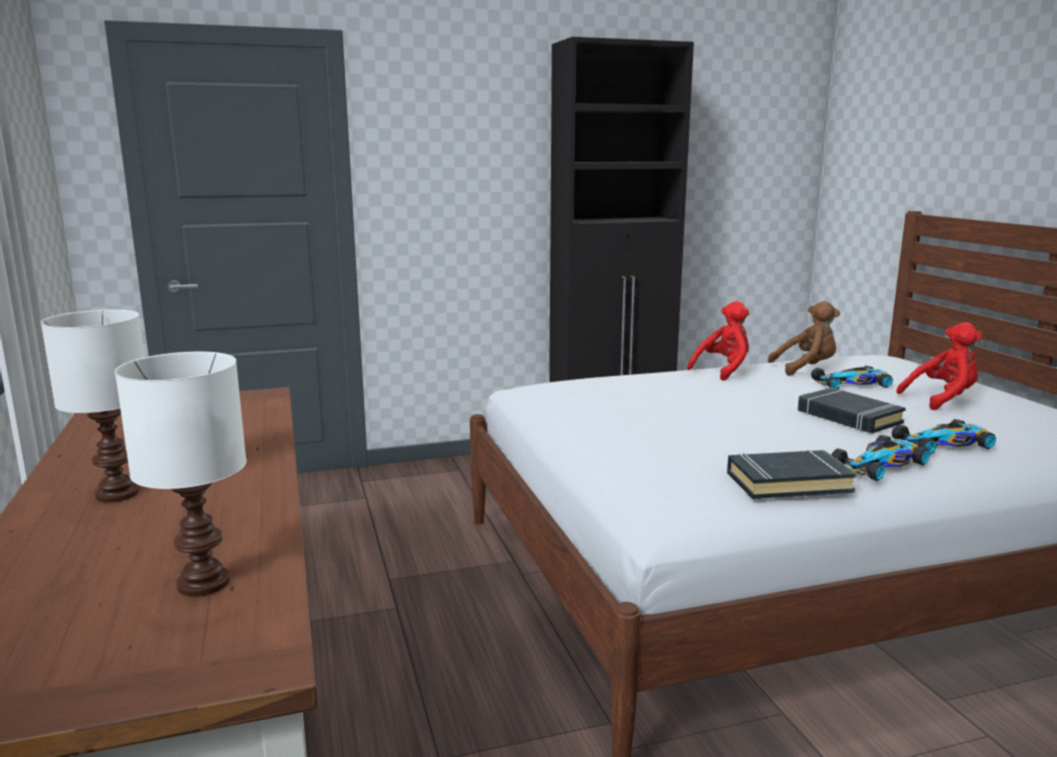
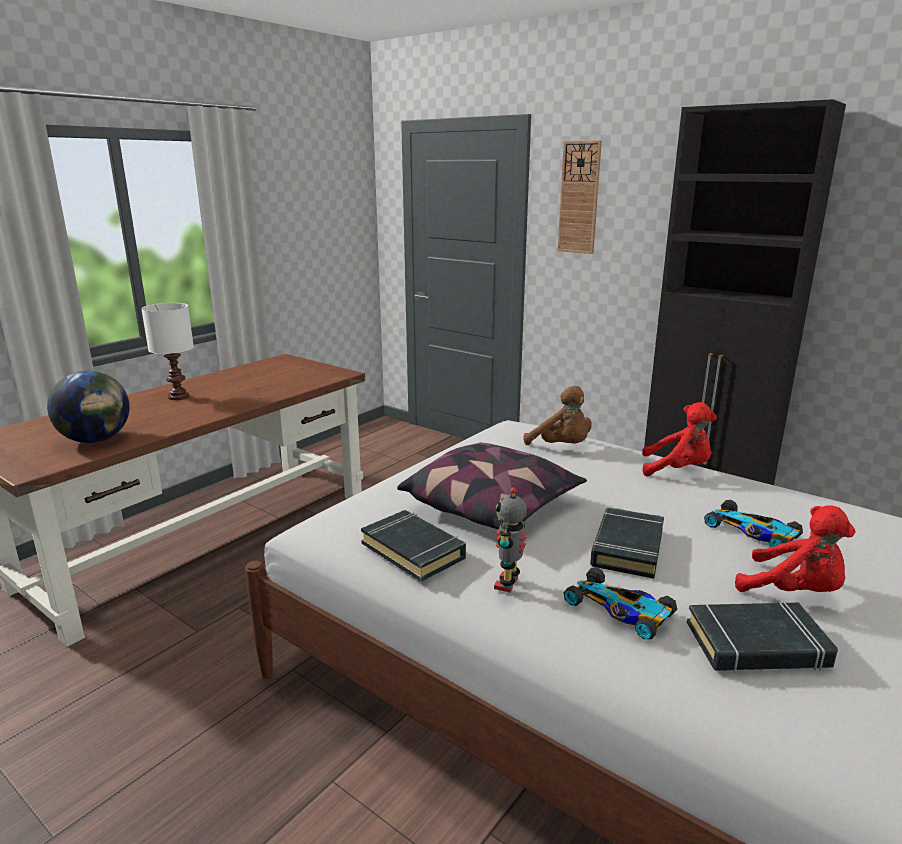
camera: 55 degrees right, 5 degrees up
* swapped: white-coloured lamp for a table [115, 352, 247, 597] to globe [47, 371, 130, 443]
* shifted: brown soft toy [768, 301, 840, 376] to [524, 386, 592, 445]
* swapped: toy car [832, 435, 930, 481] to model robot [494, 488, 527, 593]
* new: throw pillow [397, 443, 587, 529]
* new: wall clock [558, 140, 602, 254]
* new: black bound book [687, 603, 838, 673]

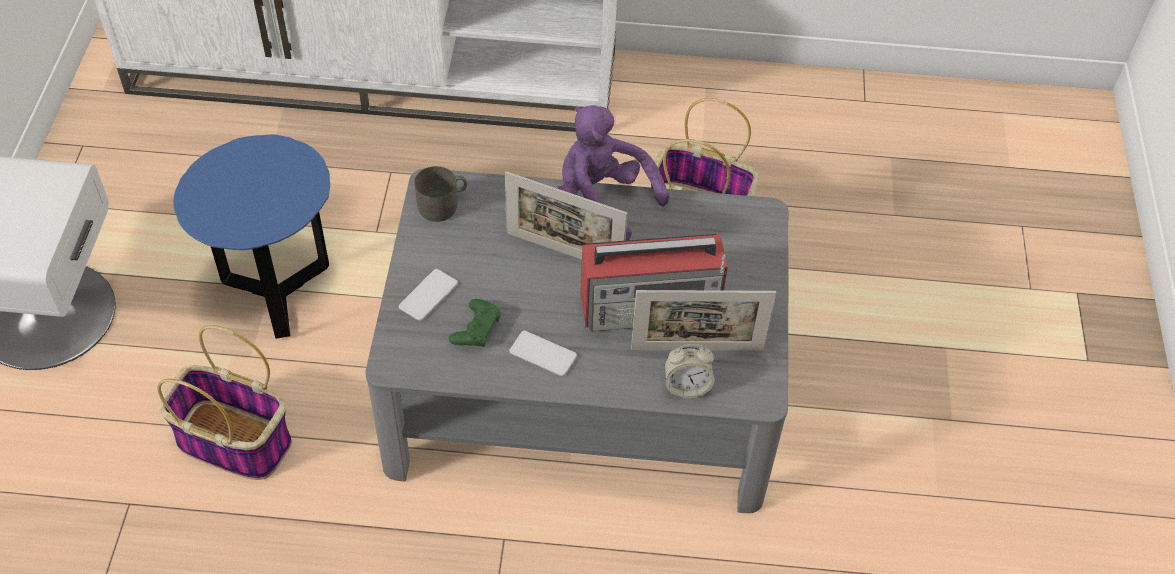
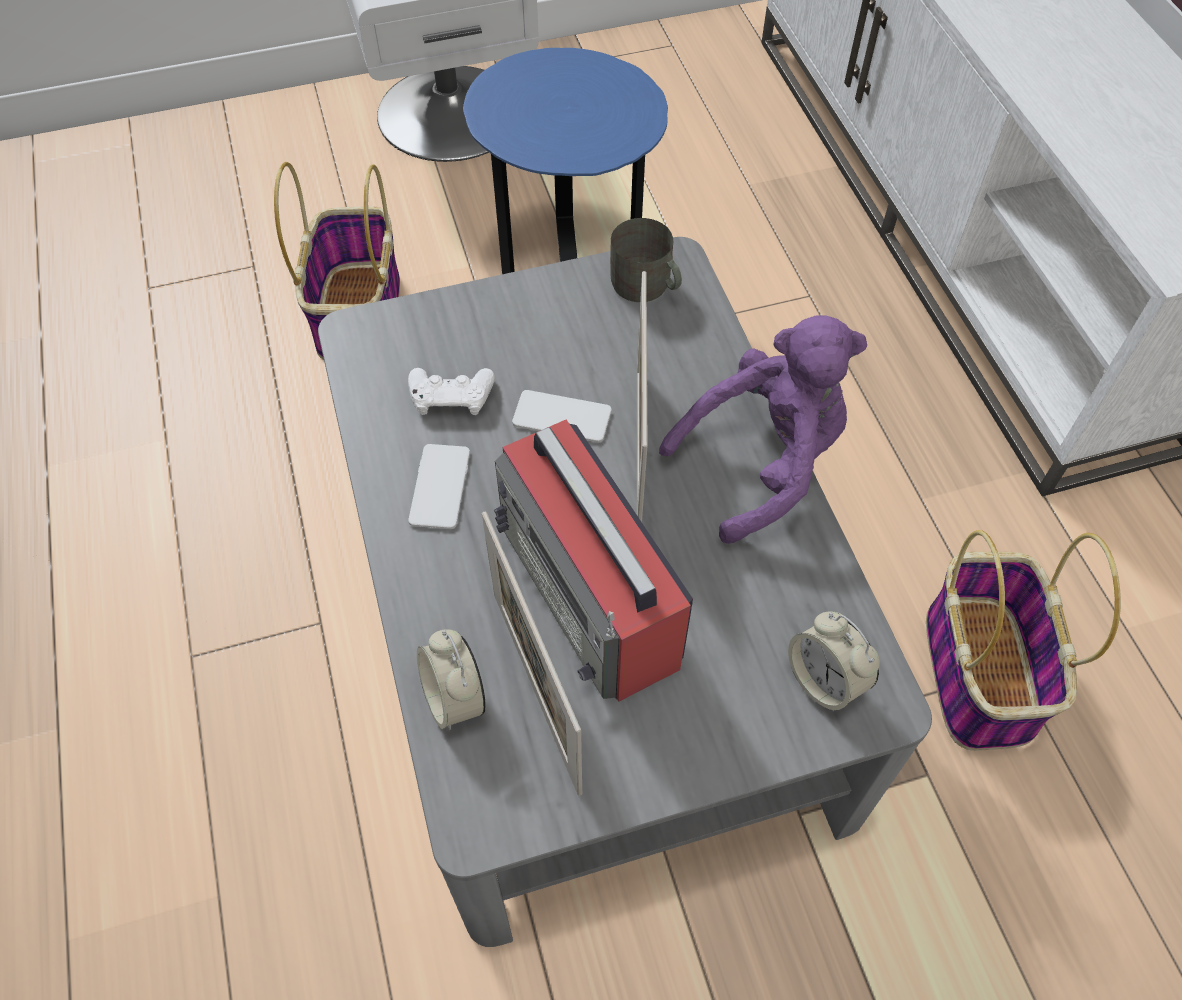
camera: 70 degrees right, 5 degrees up
* shifted: handset [399, 269, 458, 321] to [512, 390, 612, 443]
* repainted: green-coloured gamepad [449, 299, 501, 347] to white-coloured gamepad [408, 368, 495, 415]
* rotated: purplish soft toy [557, 105, 670, 241] = [659, 315, 867, 544] 45 degrees clockwise
* new: alarm clock [788, 611, 880, 711]

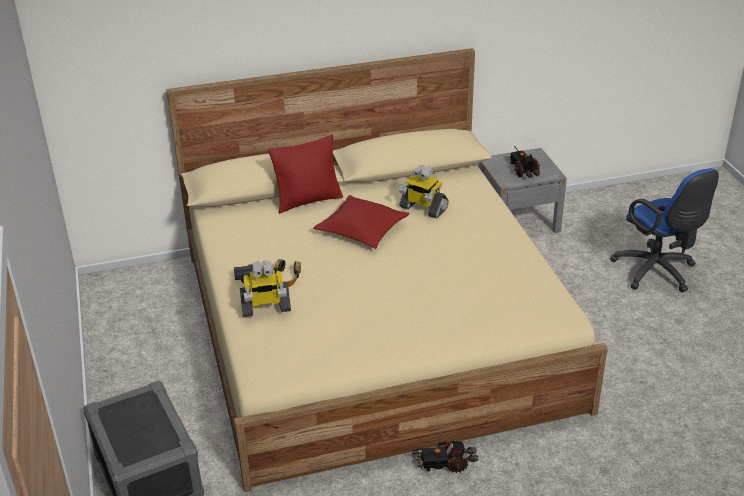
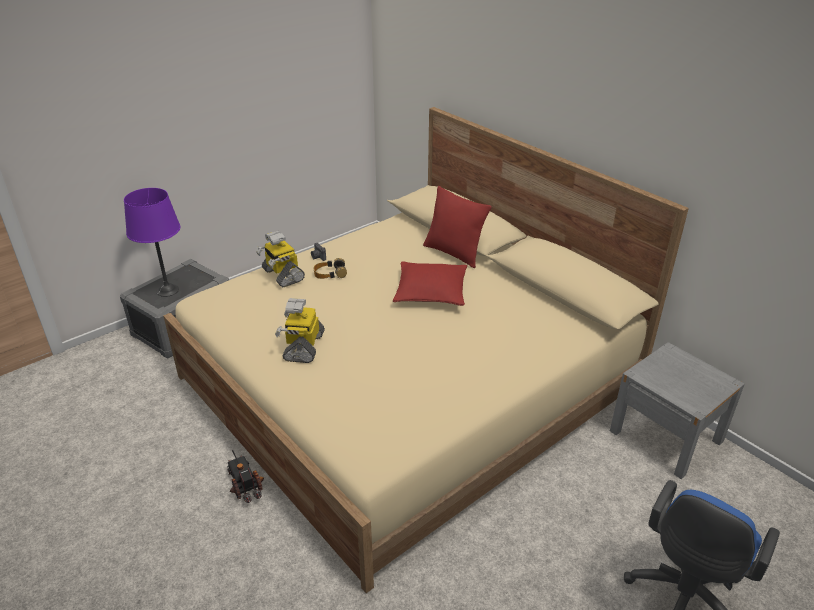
camera: 65 degrees right, 0 degrees up
* shifted: model robot [399, 165, 449, 219] to [275, 298, 325, 363]
* gone: toy truck [509, 146, 540, 178]
* new: purplish lamp for a table [124, 188, 180, 297]

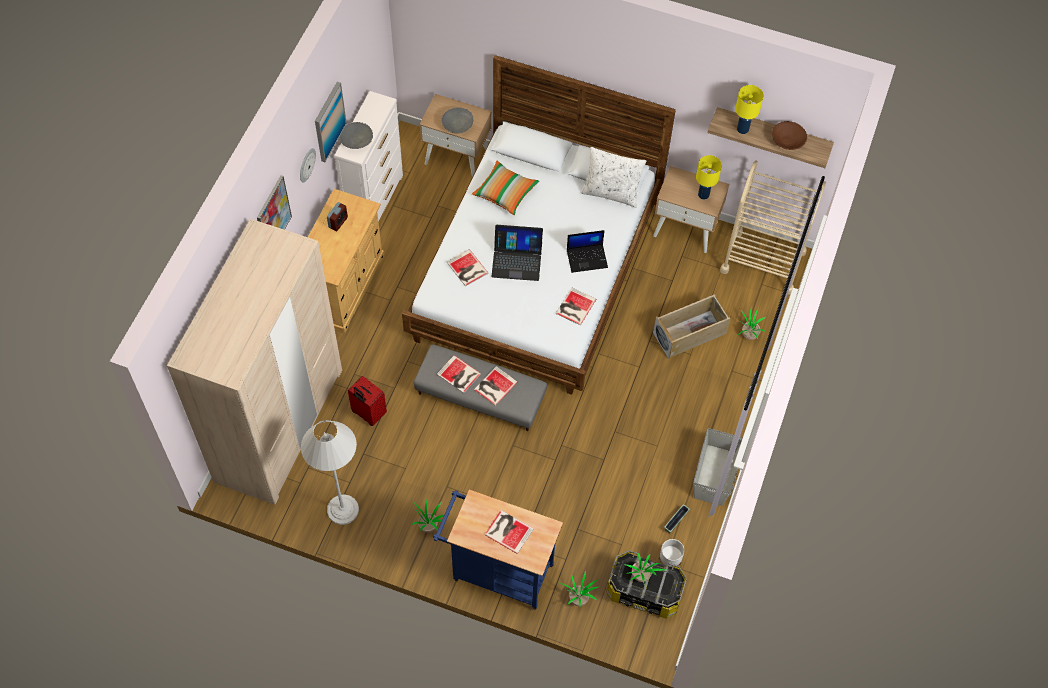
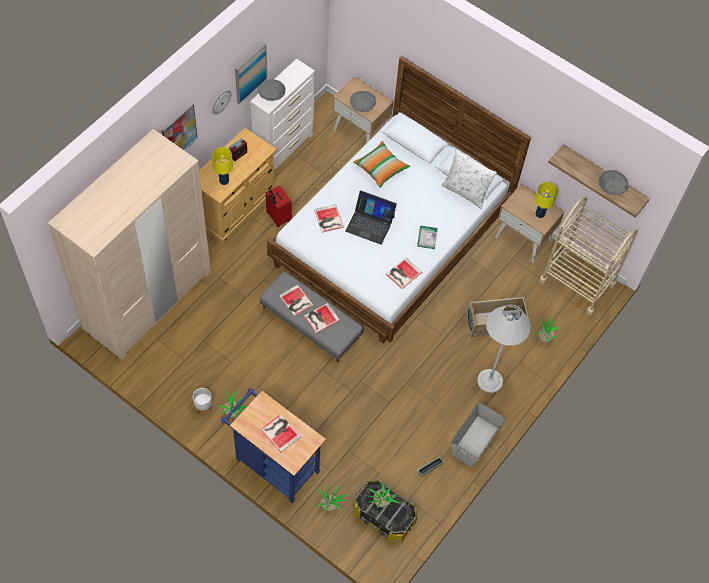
camera: 15 degrees right, 0 degrees up
* shifted: white-coloured standing lamp [301, 420, 359, 525] to [477, 304, 531, 393]
* shifted: red-coloured suitcase [348, 376, 387, 426] to [266, 186, 292, 227]
* swapped: portable computer [567, 230, 608, 273] to bound book [417, 226, 438, 249]
* shifted: white-coloured plant pot [659, 539, 684, 567] to [193, 388, 212, 414]
* shifted: yellowish lamp for a table [735, 85, 764, 134] to [212, 147, 233, 185]
* repainted: brown deep dish [772, 121, 807, 150] to greyish deep dish [599, 170, 628, 195]

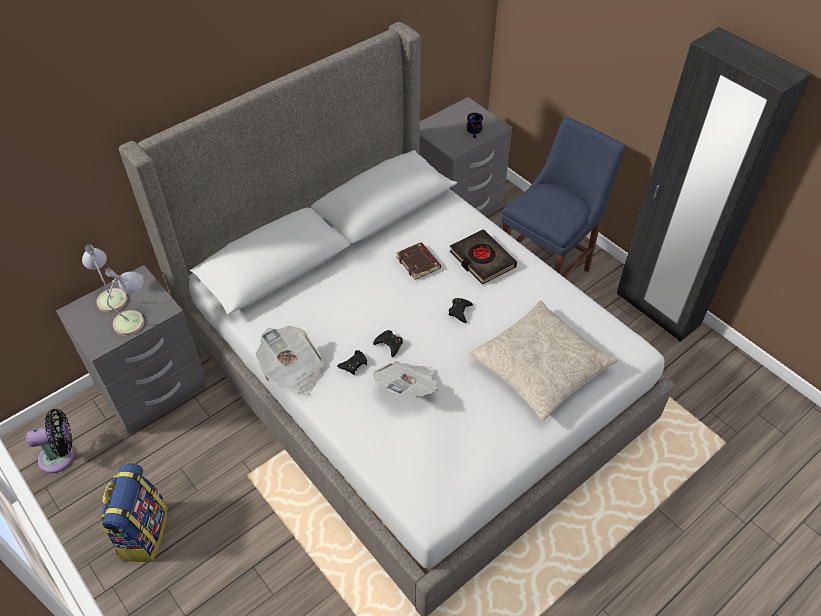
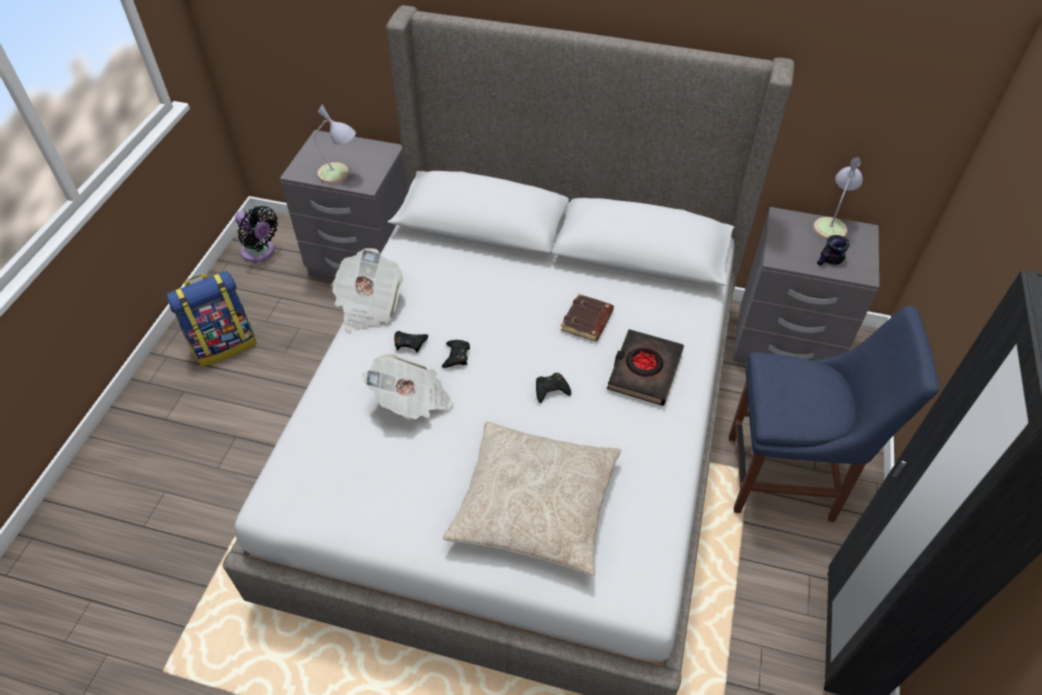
camera: 55 degrees right, 0 degrees up
* shifted: lamp for a table [82, 244, 128, 313] to [813, 158, 863, 241]

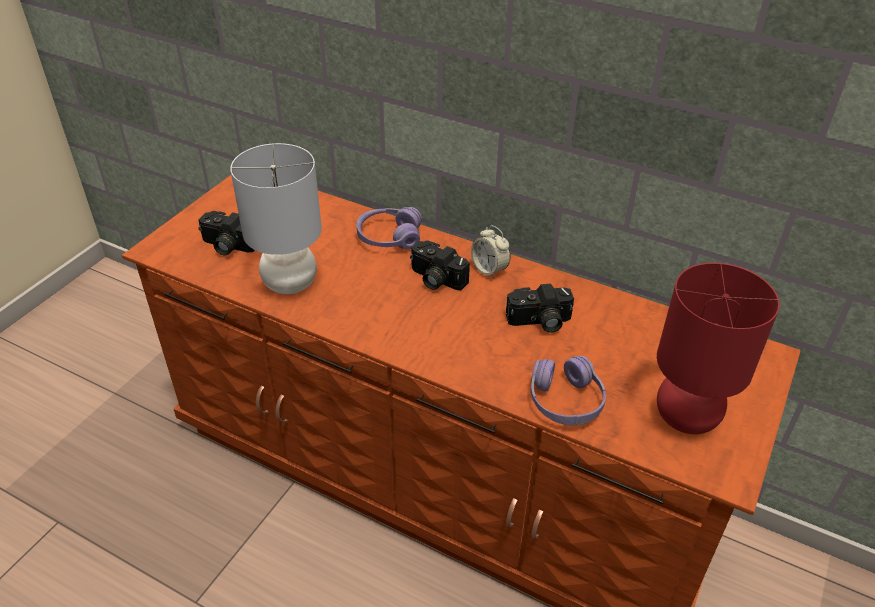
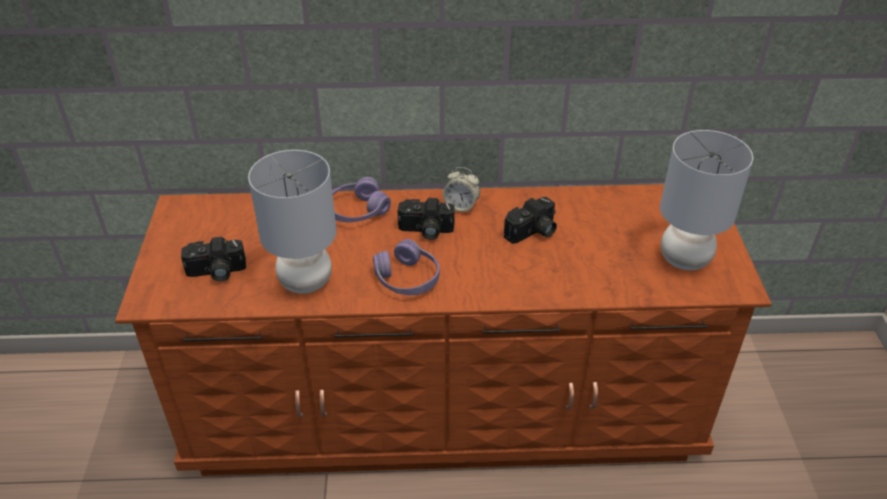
camera: 30 degrees left, 0 degrees up
* shifted: purplish headset [531, 356, 606, 426] to [373, 239, 440, 295]
* repainted: red-coloured lamp for a table [657, 263, 780, 434] to greyish lamp for a table [660, 130, 753, 270]

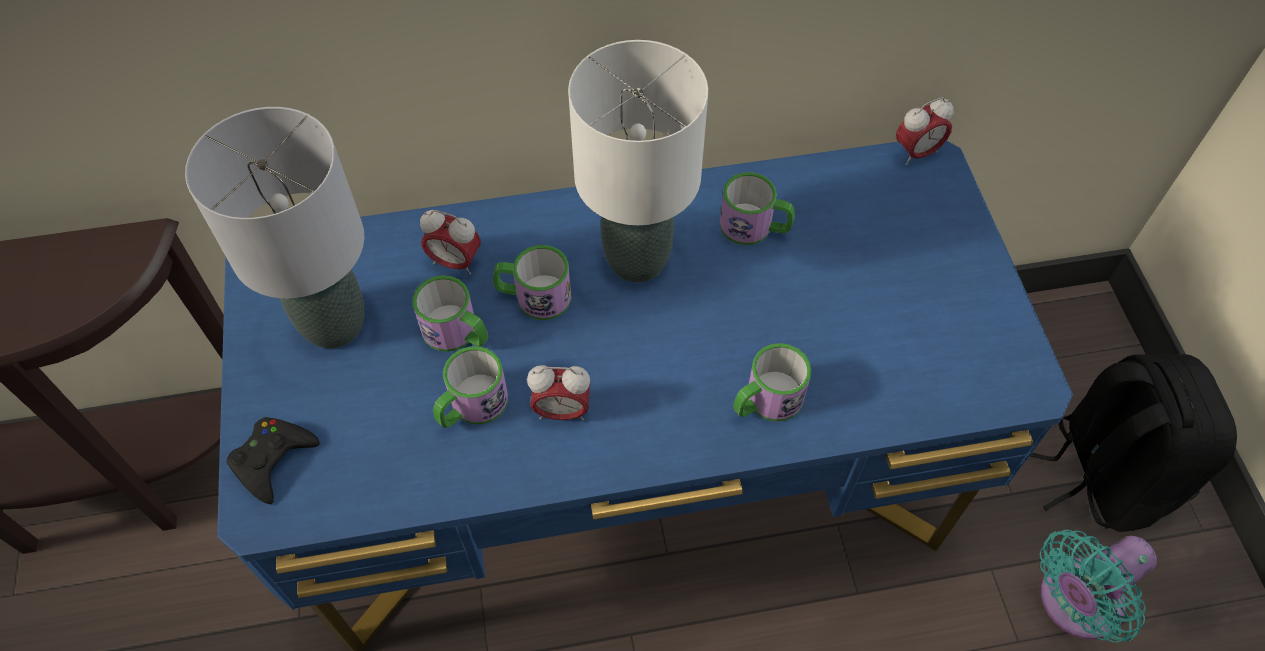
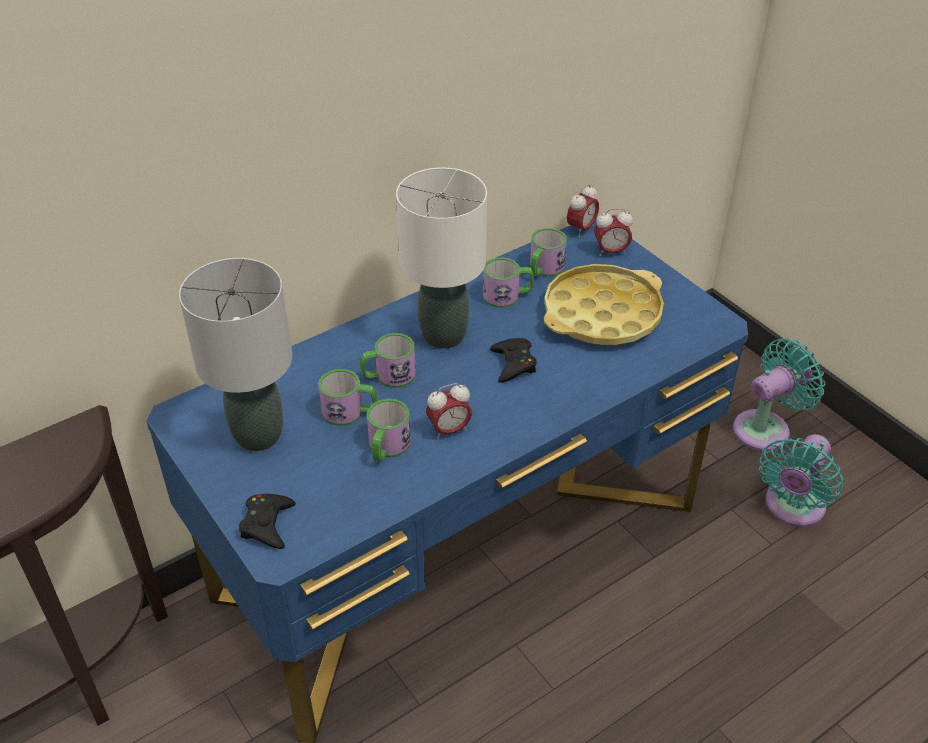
camera: 25 degrees left, 15 degrees down
* shifted: alarm clock [420, 210, 481, 275] to [595, 208, 633, 256]
* shifted: tea mug [733, 343, 812, 421] to [530, 228, 567, 277]
* swapped: black rucksack [1030, 354, 1237, 532] to blue-green fan [733, 338, 825, 451]
* new: black gamepad [490, 338, 537, 382]
* new: yellowish serving tray [544, 264, 664, 345]

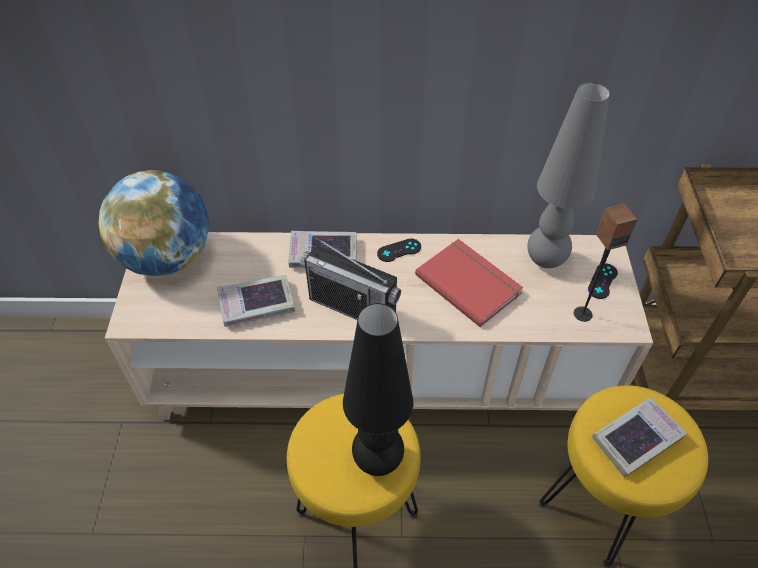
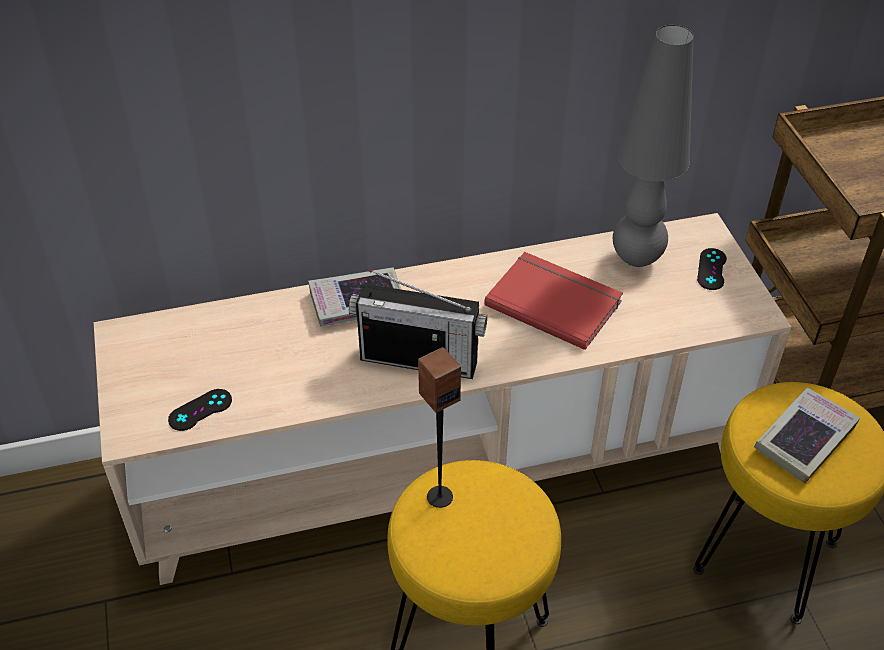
camera: 15 degrees left, 5 degrees down
* gone: globe [98, 170, 210, 276]
* gone: bound book [217, 275, 295, 327]
* gone: black lamp for a table [343, 303, 413, 476]
* shifted: black gamepad [377, 238, 421, 262] to [168, 389, 232, 431]
* shifted: speaker [574, 203, 637, 322] to [418, 347, 461, 508]

